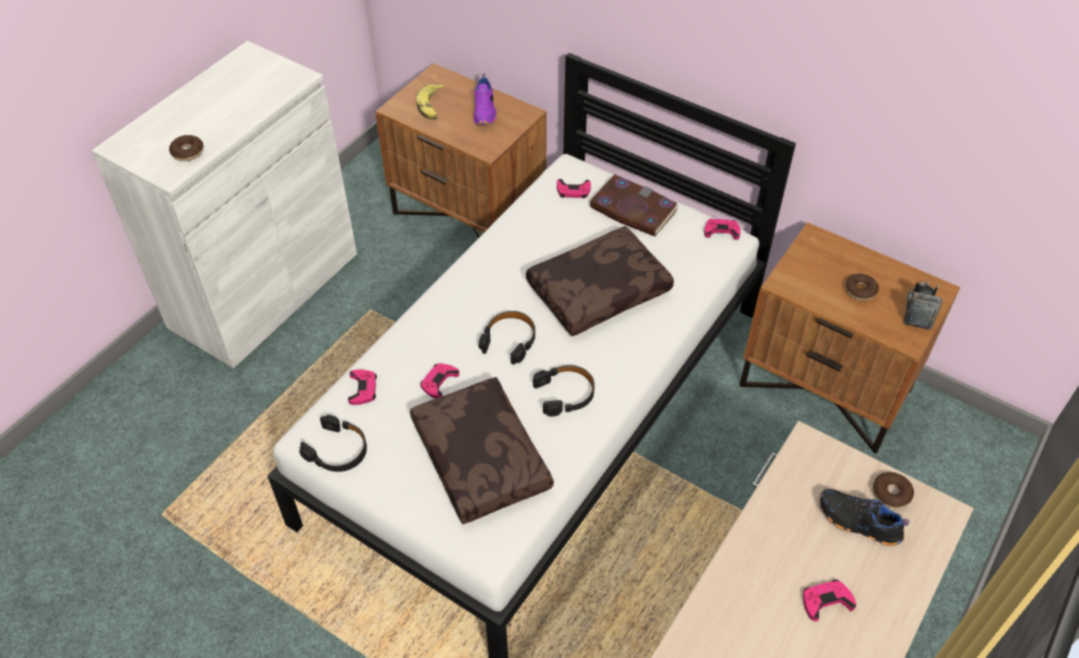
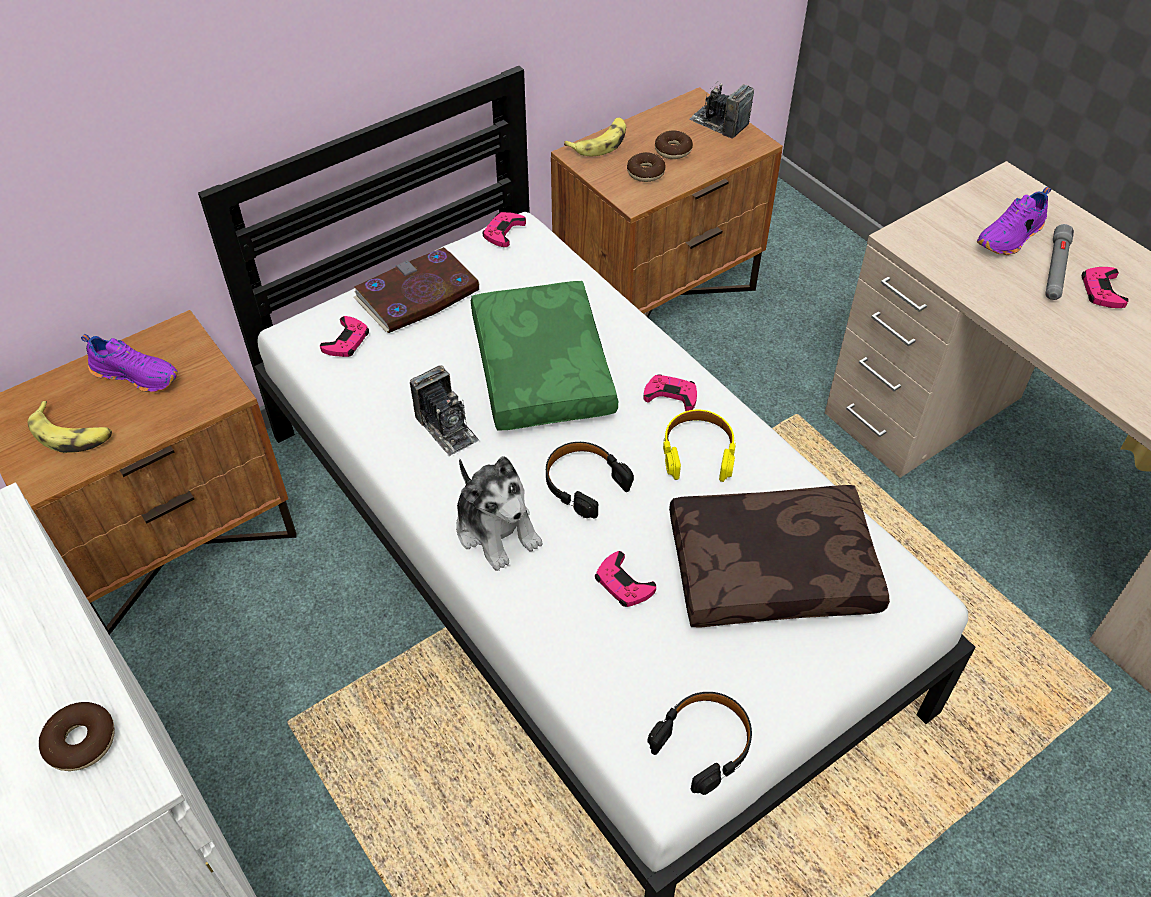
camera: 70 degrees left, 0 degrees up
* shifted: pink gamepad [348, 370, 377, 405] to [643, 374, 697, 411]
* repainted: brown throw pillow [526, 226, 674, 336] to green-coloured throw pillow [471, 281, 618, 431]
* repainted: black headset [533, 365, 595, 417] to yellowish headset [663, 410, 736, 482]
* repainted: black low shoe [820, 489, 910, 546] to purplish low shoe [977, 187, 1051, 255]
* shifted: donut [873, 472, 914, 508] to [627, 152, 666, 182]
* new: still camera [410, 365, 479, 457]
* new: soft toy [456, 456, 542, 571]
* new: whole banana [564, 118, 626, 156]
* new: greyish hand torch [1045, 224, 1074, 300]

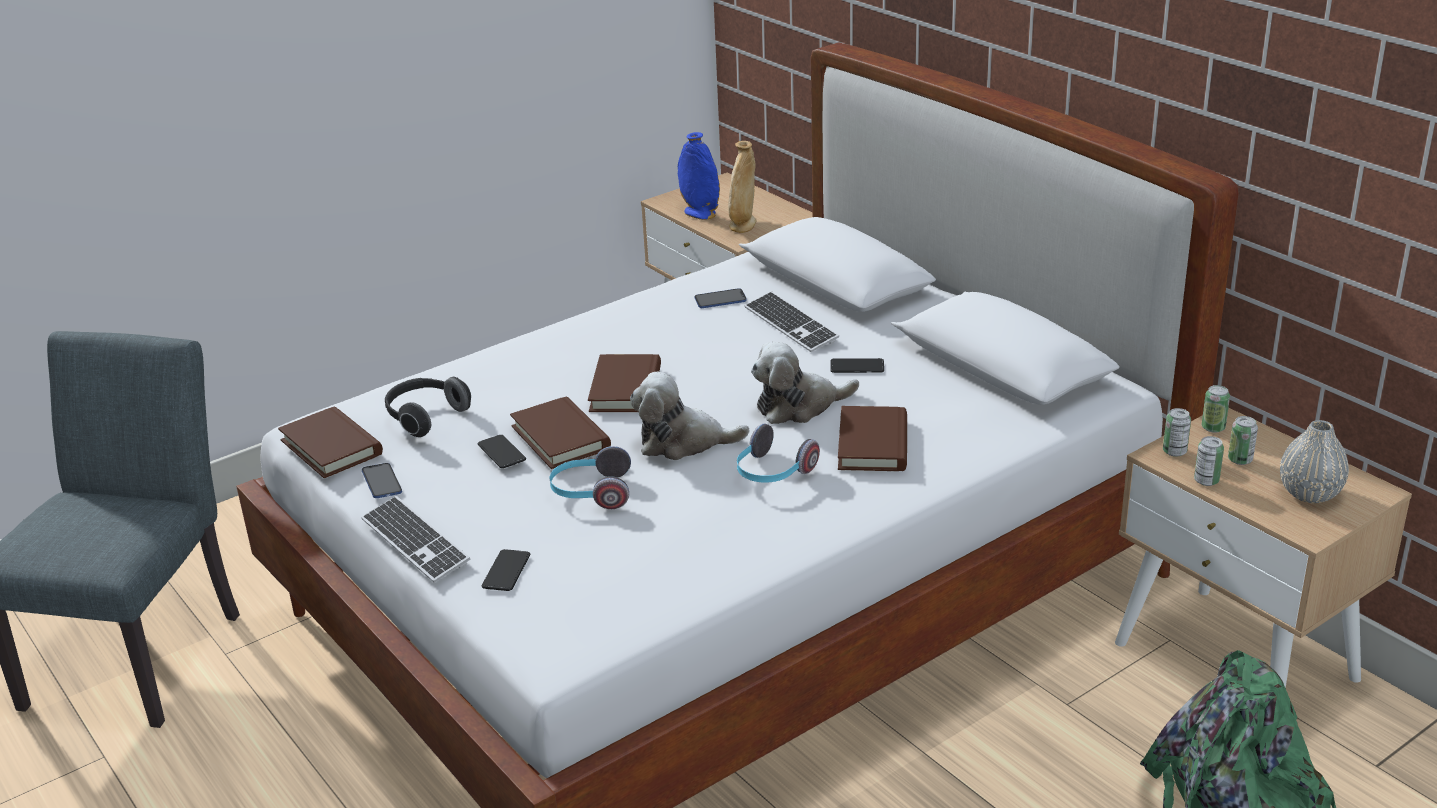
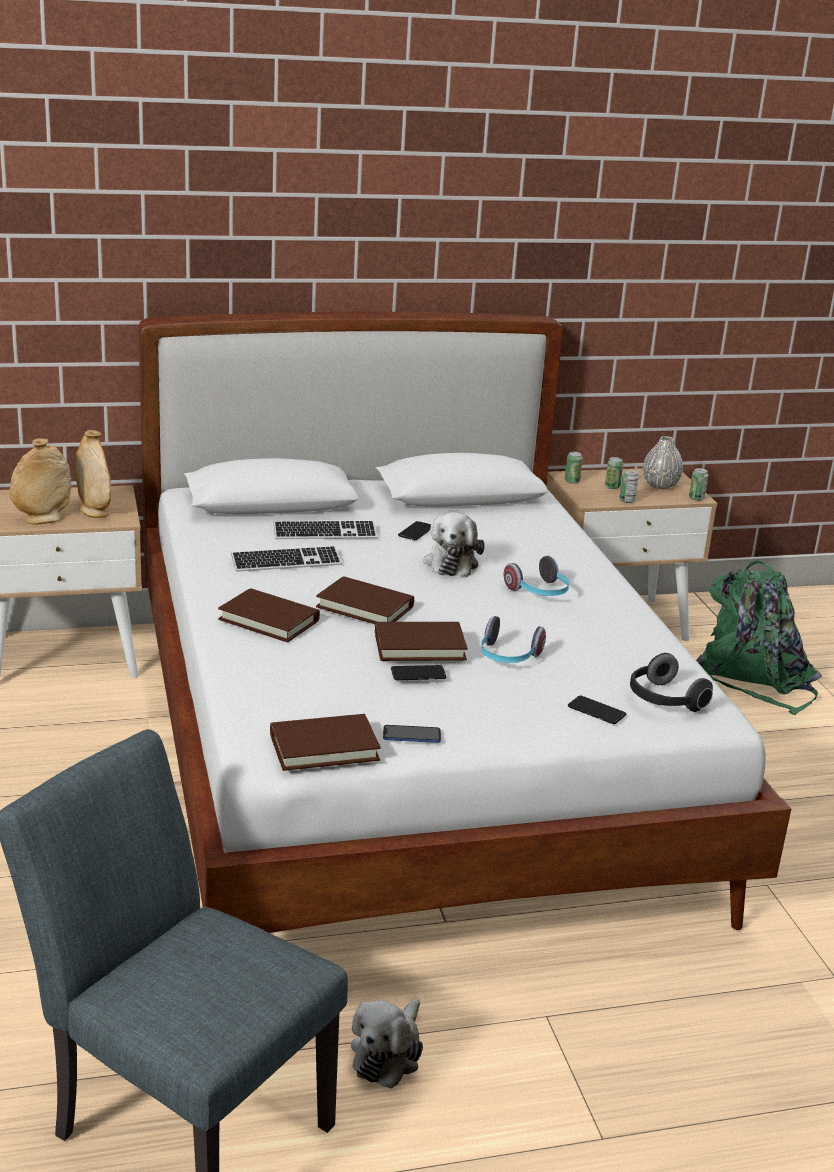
camera: 70 degrees left, 5 degrees down
* shifted: PC keyboard [361, 496, 470, 583] to [231, 546, 342, 572]
* shifted: headset [385, 377, 471, 437] to [630, 653, 713, 712]
* shifted: soft toy [630, 372, 750, 460] to [351, 998, 423, 1088]
* repainted: bluish decorative vase [678, 132, 720, 220] to beige decorative vase [10, 438, 71, 525]
* gone: handset [695, 288, 747, 308]
* shifted: brown bound book [838, 406, 907, 471] to [218, 588, 320, 642]
* shifted: sealed can [1163, 408, 1191, 457] to [689, 468, 708, 501]

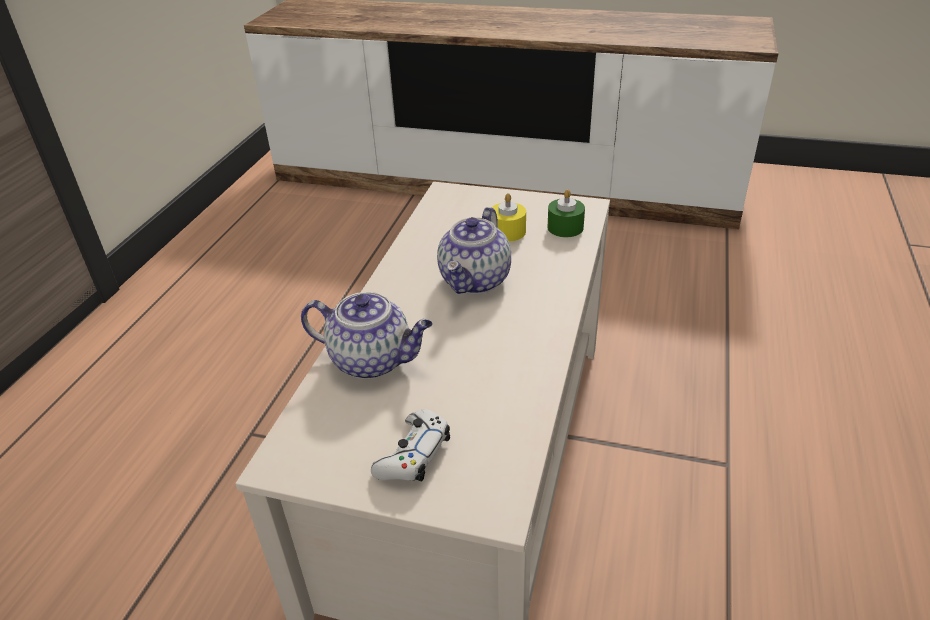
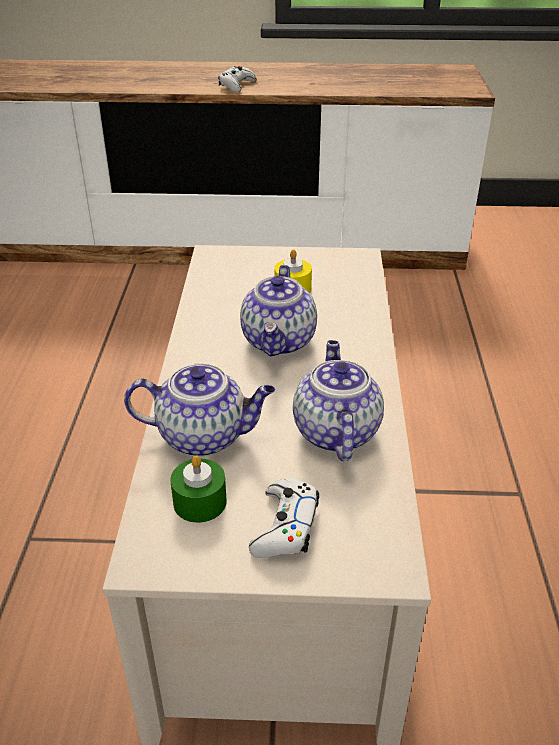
camera: 15 degrees left, 0 degrees up
* shifted: green-coloured candle [548, 189, 585, 237] to [170, 456, 227, 523]
* new: white-coloured gamepad [218, 66, 257, 92]
* new: pot for tea [293, 340, 384, 461]

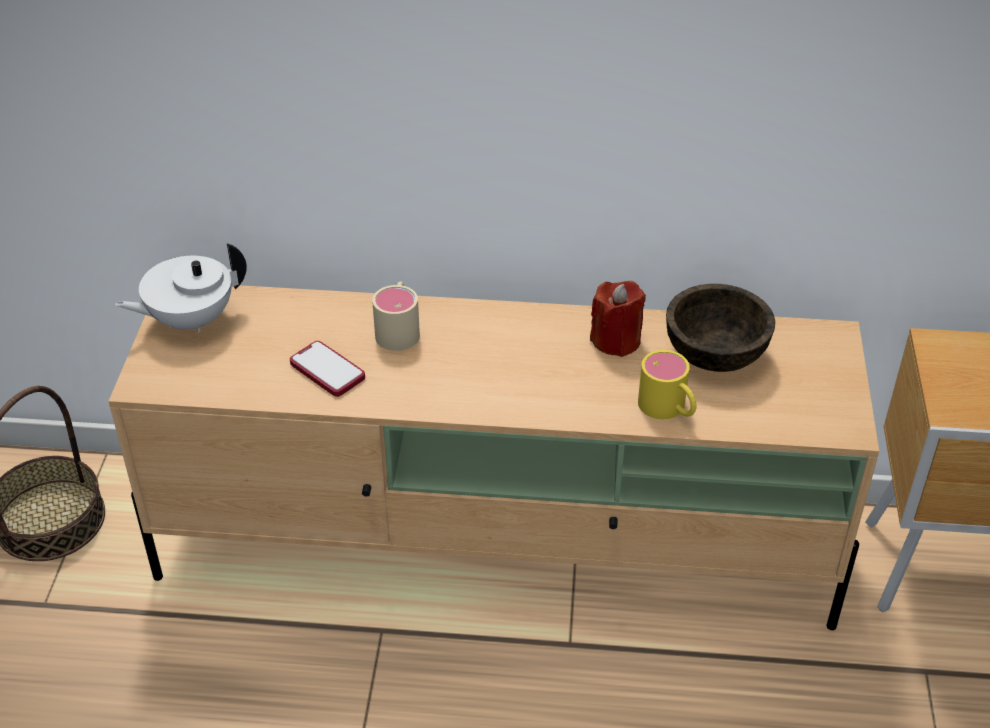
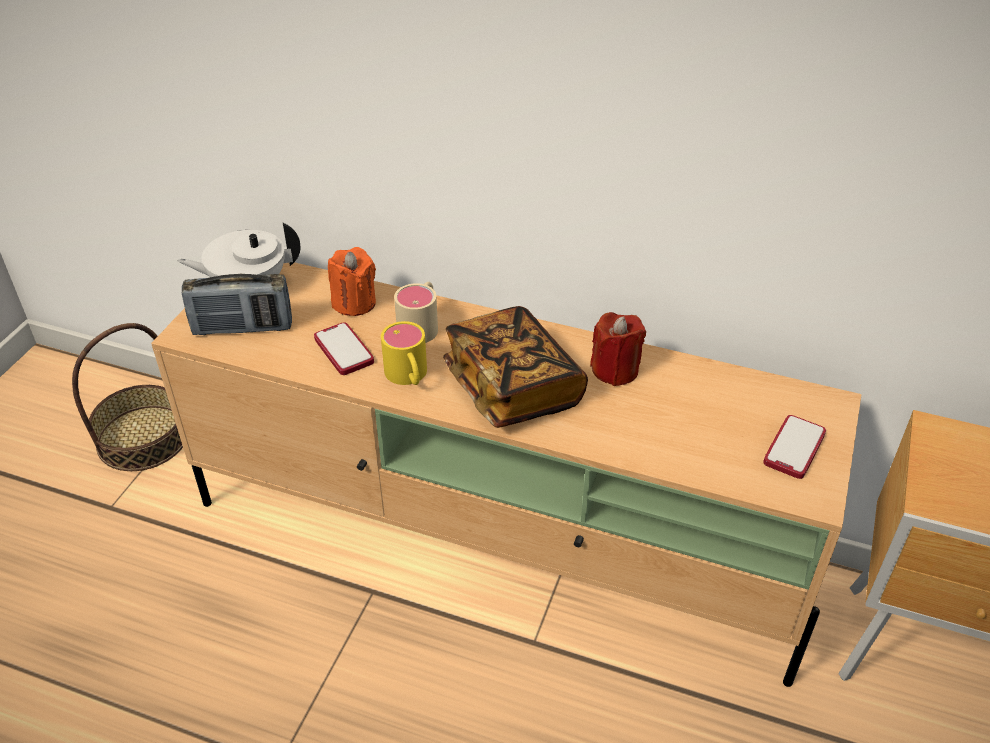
camera: 15 degrees right, 0 degrees up
* shifted: yellowish tea mug [638, 350, 697, 419] to [381, 321, 427, 385]
* gone: brown deep dish [666, 284, 775, 372]
* new: radio [182, 274, 292, 335]
* new: orangey candle [328, 247, 376, 316]
* new: bound book [443, 306, 588, 428]
* new: handset [763, 415, 826, 479]

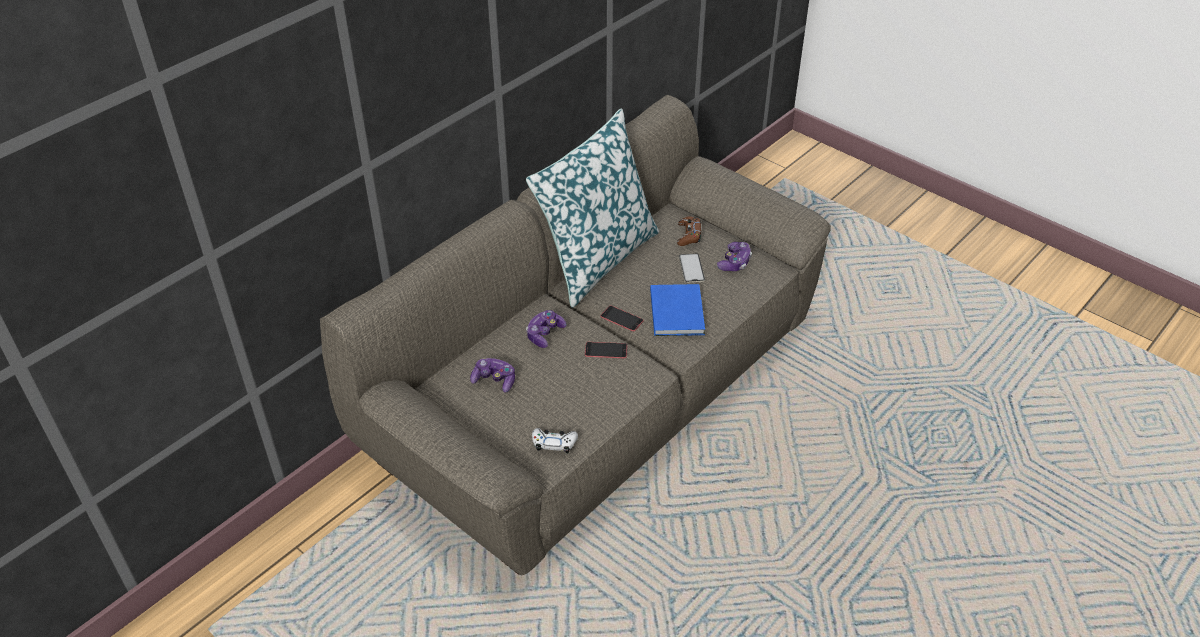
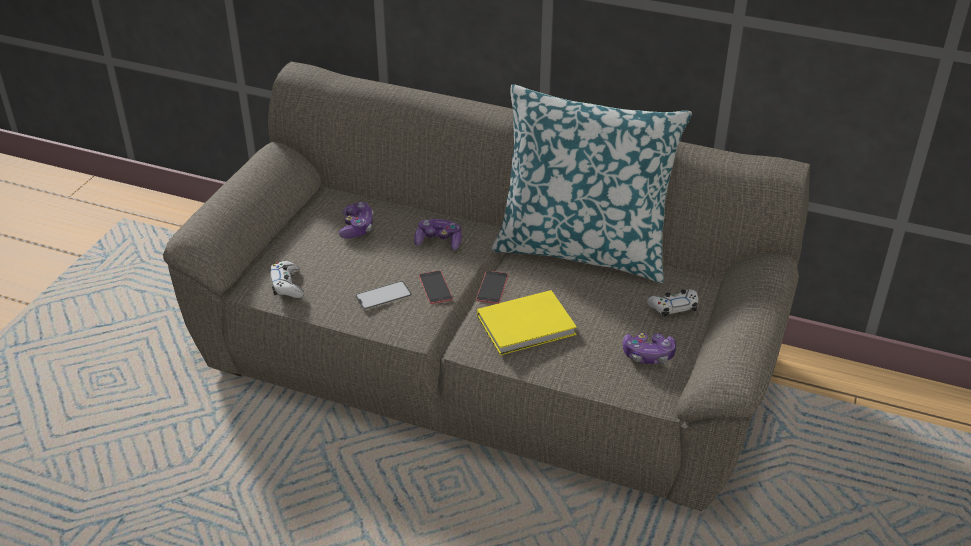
camera: 70 degrees right, 5 degrees down
* repainted: bluish bound book [650, 284, 705, 336] to yellowish bound book [477, 290, 577, 355]
* repainted: brown gamepad [677, 216, 701, 246] to white-coloured gamepad [647, 289, 699, 317]
* shifted: handset [679, 254, 705, 283] to [355, 281, 412, 310]

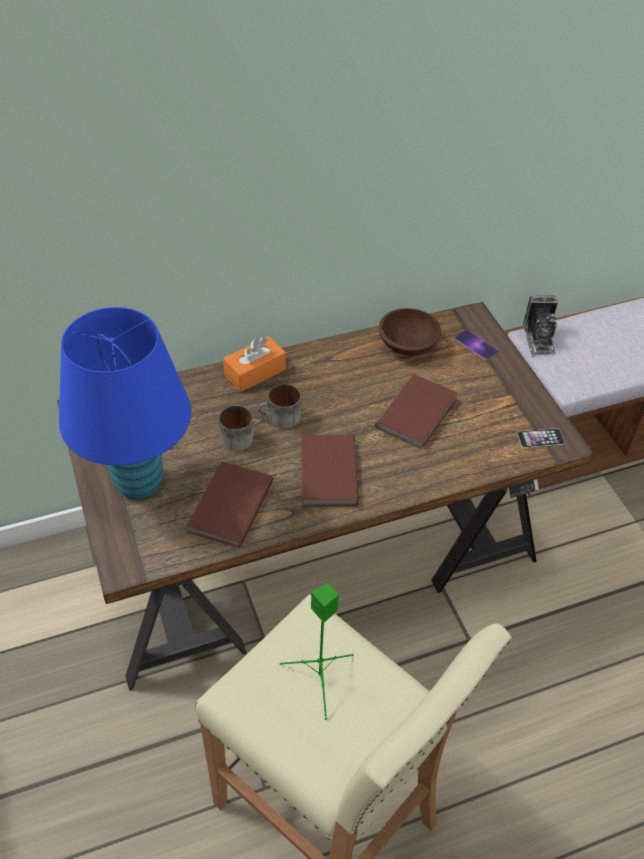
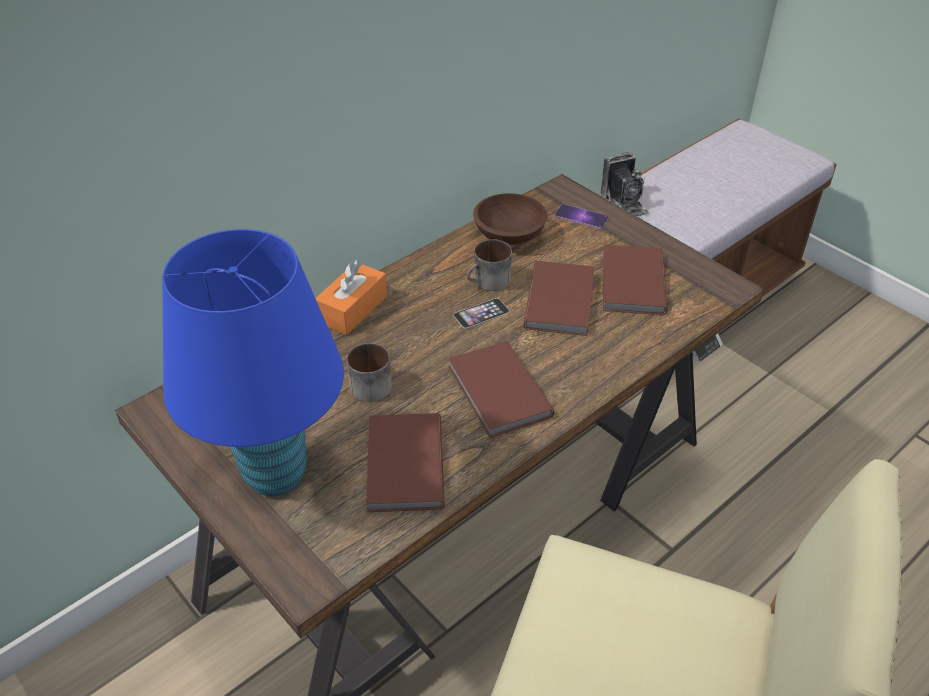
camera: 20 degrees left, 5 degrees down
* shifted: tea mug [258, 384, 301, 429] to [467, 239, 512, 291]
* gone: green-coloured speaker [280, 583, 354, 720]
* shifted: handset [517, 428, 565, 448] to [453, 298, 509, 328]
* new: brown bound book [603, 244, 667, 315]

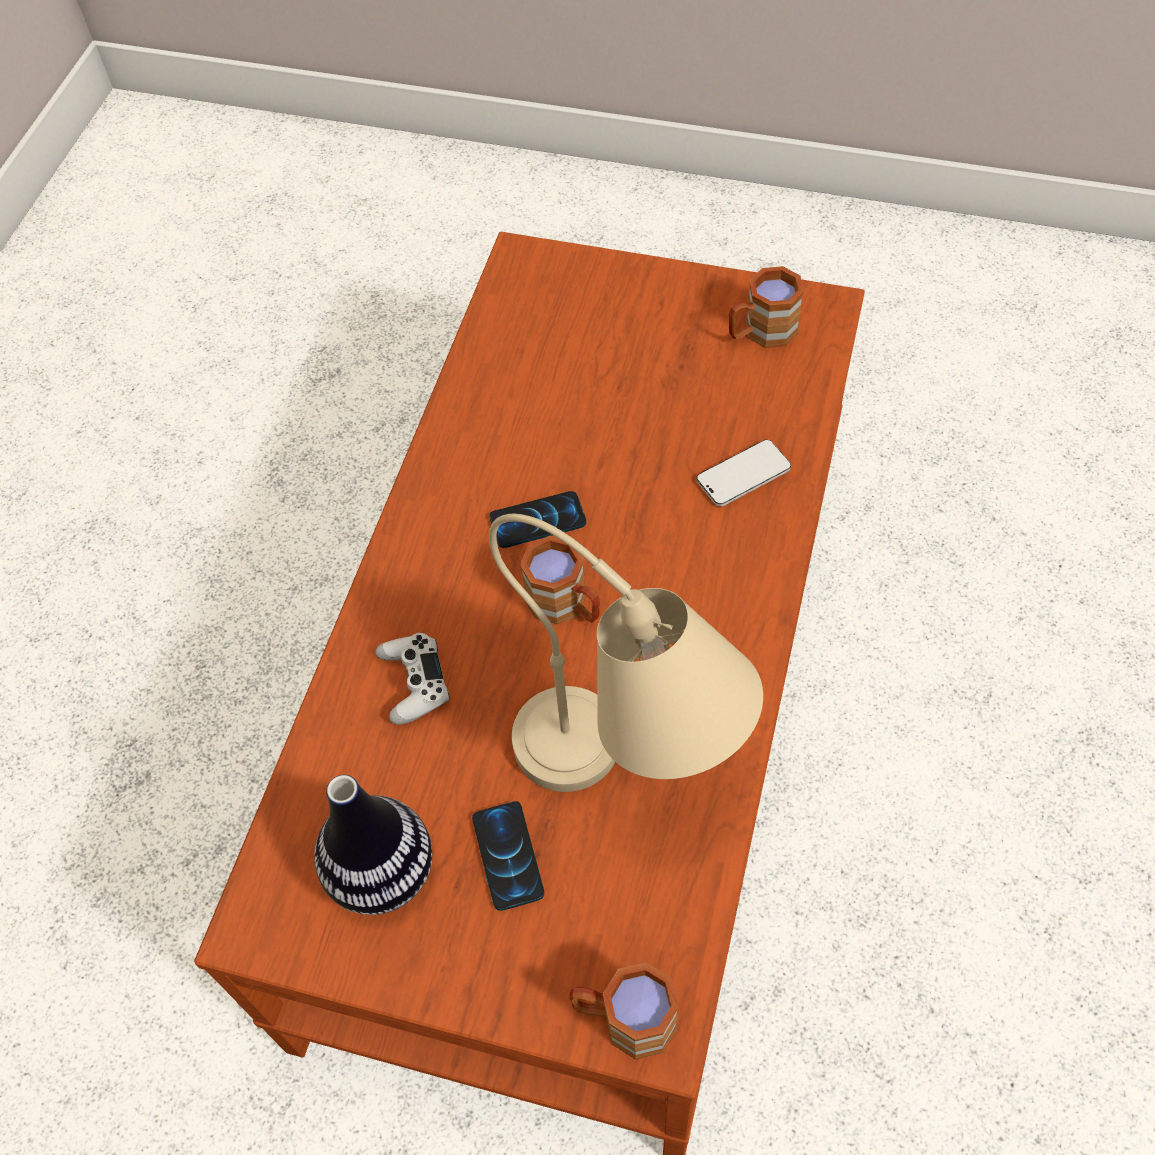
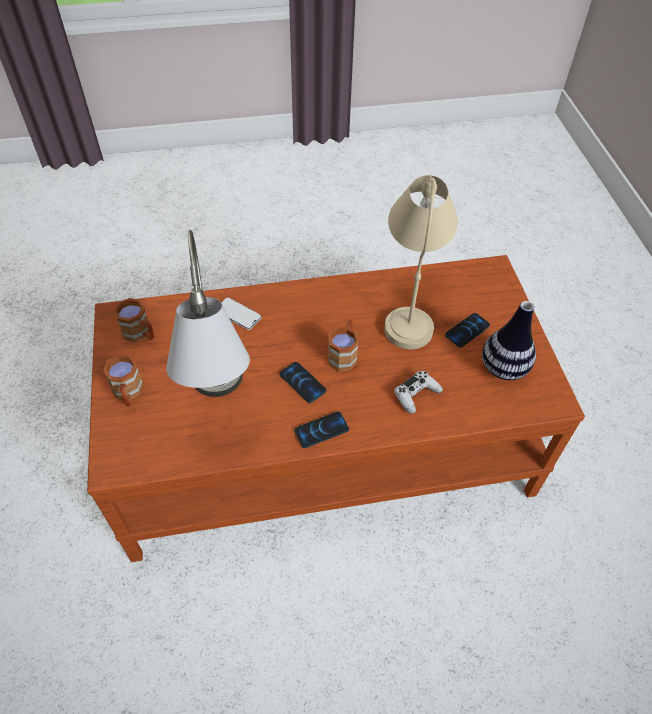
camera: 120 degrees left, 5 degrees down
* shifted: brown tea mug [569, 962, 679, 1060] to [103, 354, 144, 406]
* new: greyish lamp for a table [166, 230, 250, 397]
* new: handset [294, 412, 349, 448]

